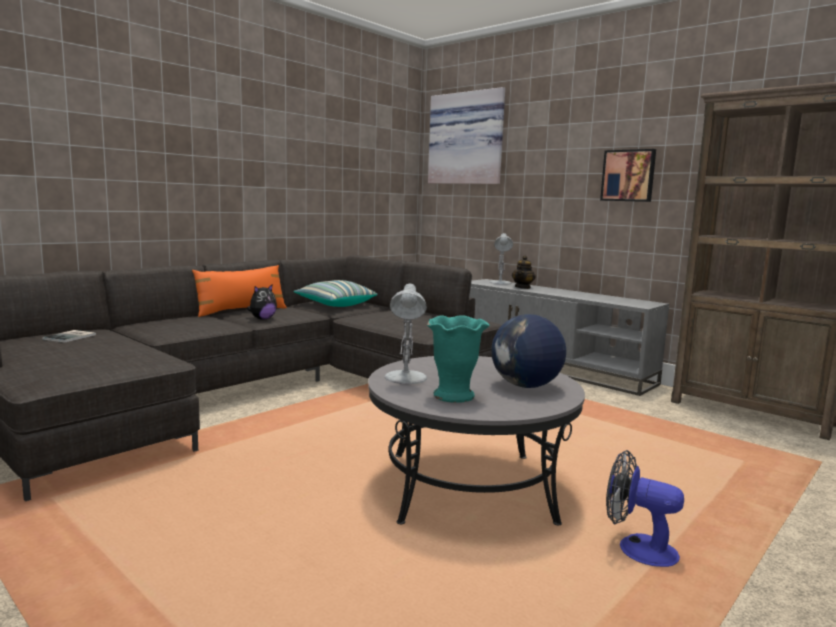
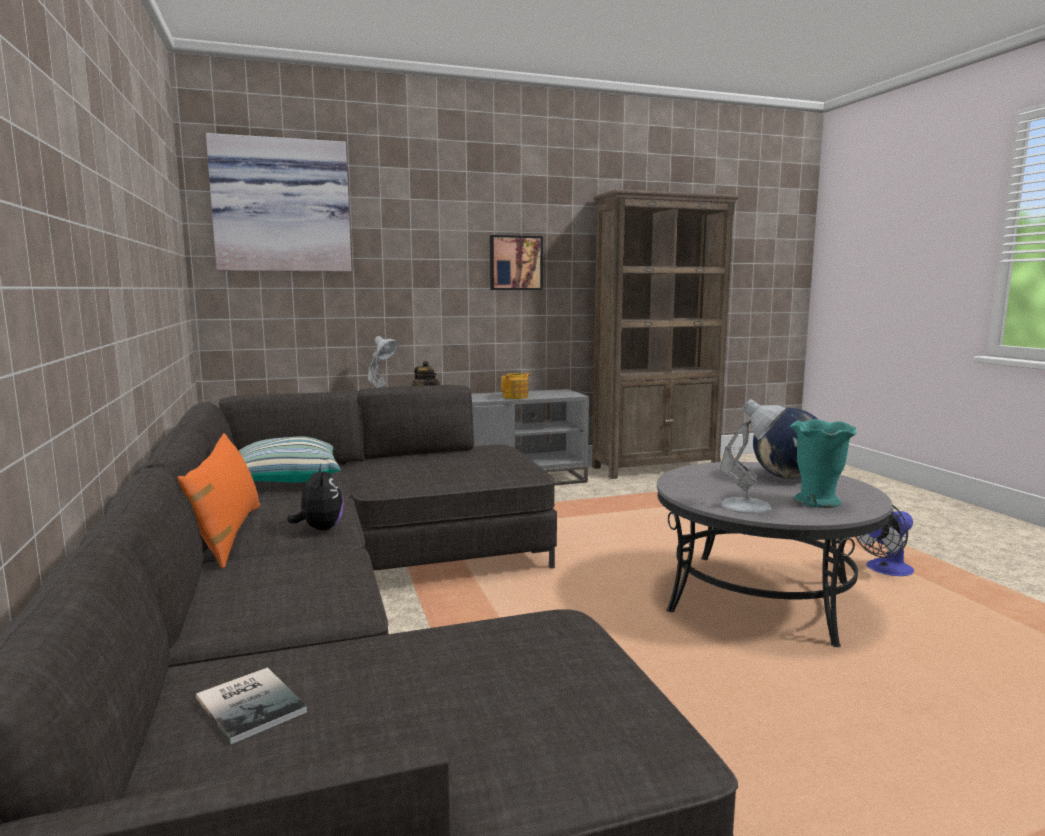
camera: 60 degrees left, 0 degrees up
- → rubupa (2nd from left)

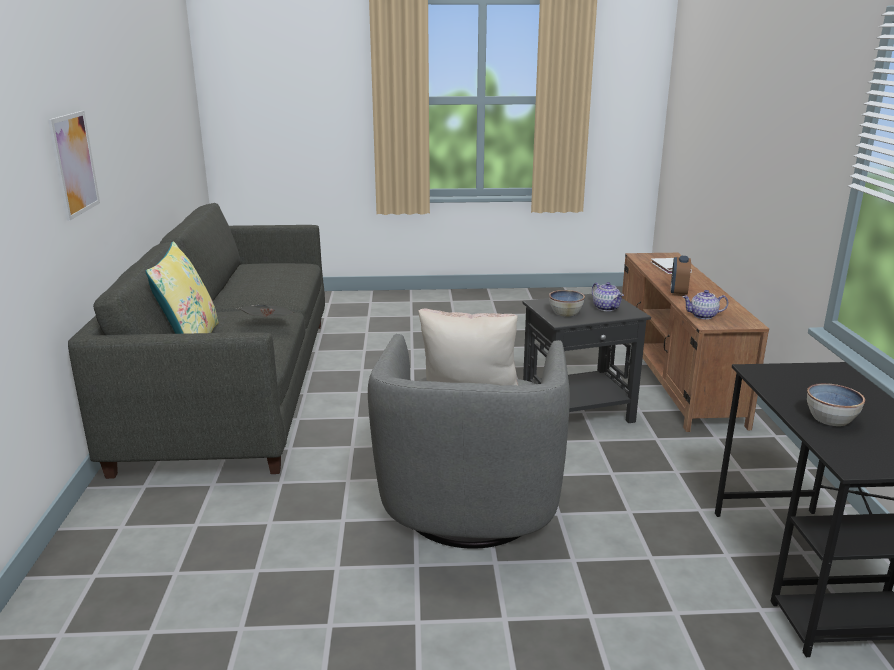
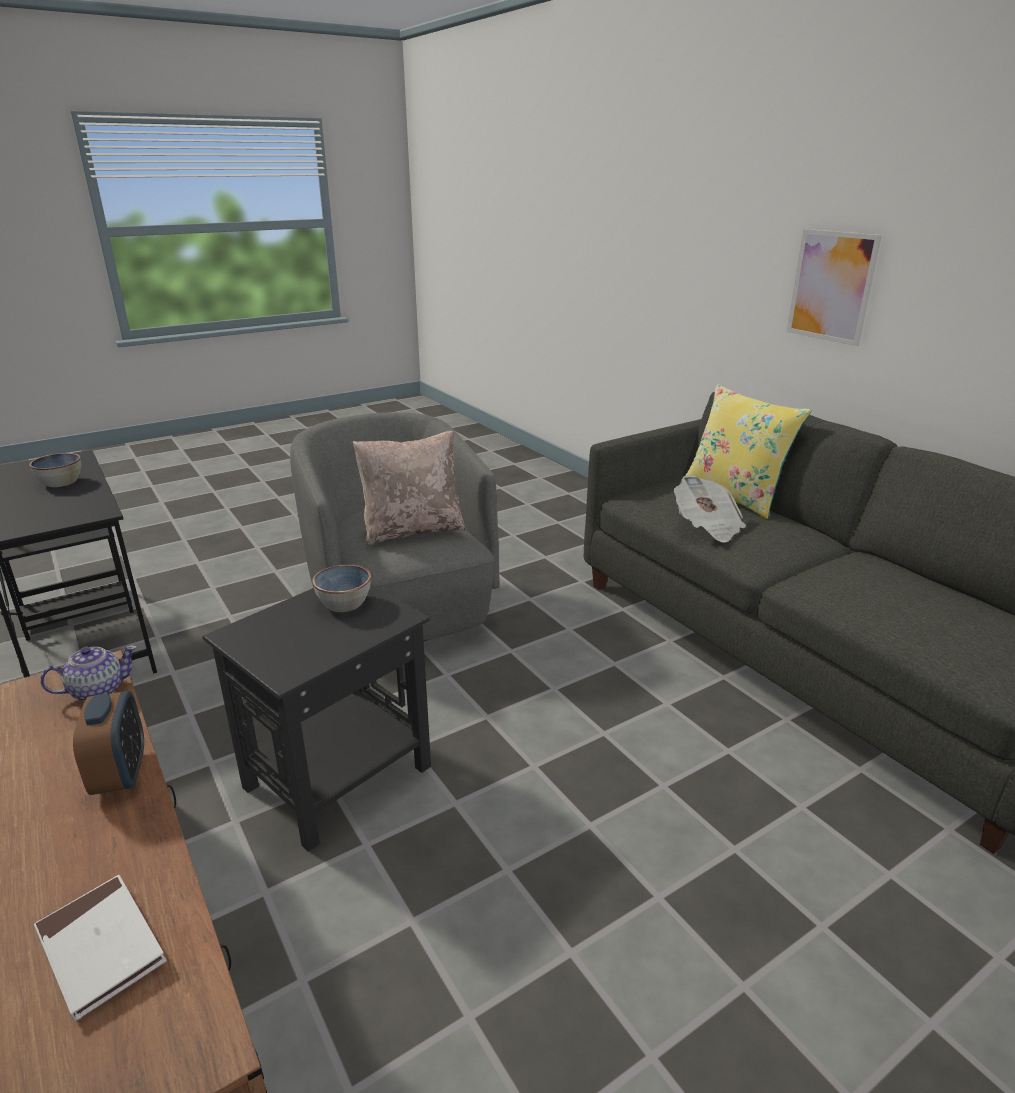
camera: 150 degrees right, 5 degrees up
rubupa (1st from left) → -

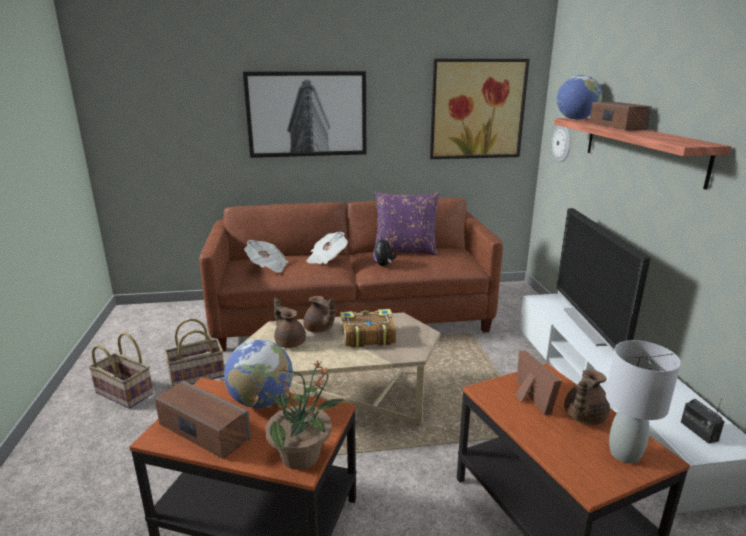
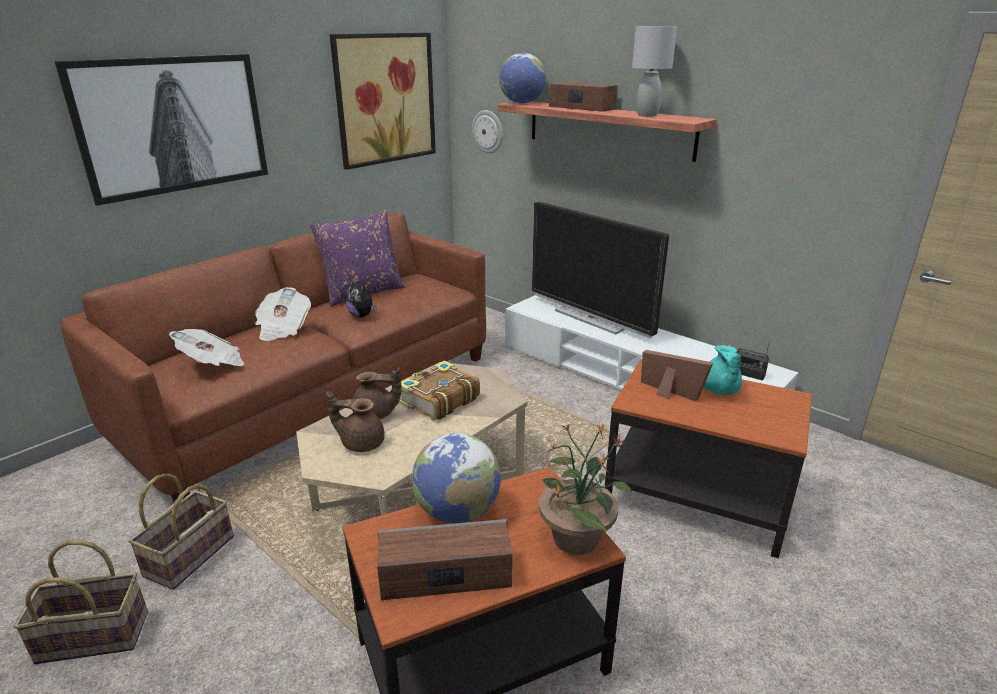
camera: 40 degrees left, 5 degrees up
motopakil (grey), move
rubupa (brown) (3rd from left) → rubupa (turquoise)

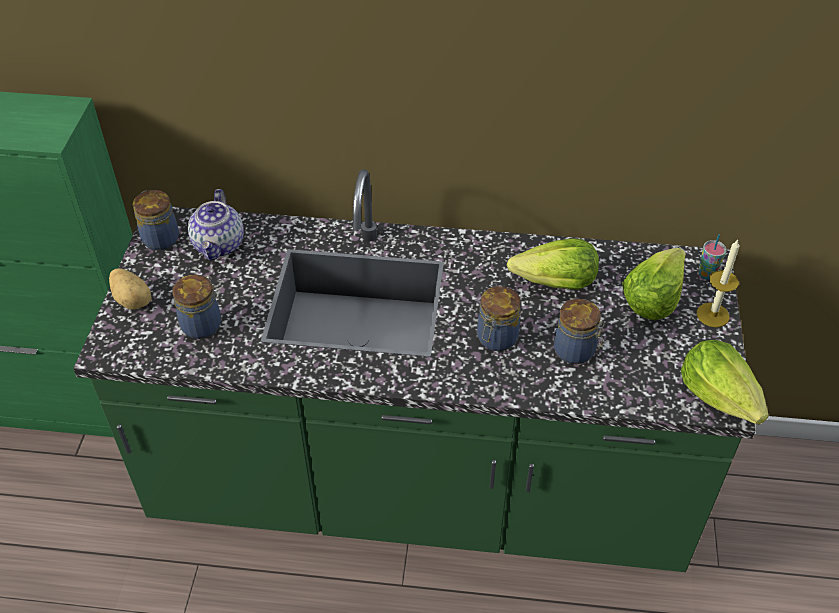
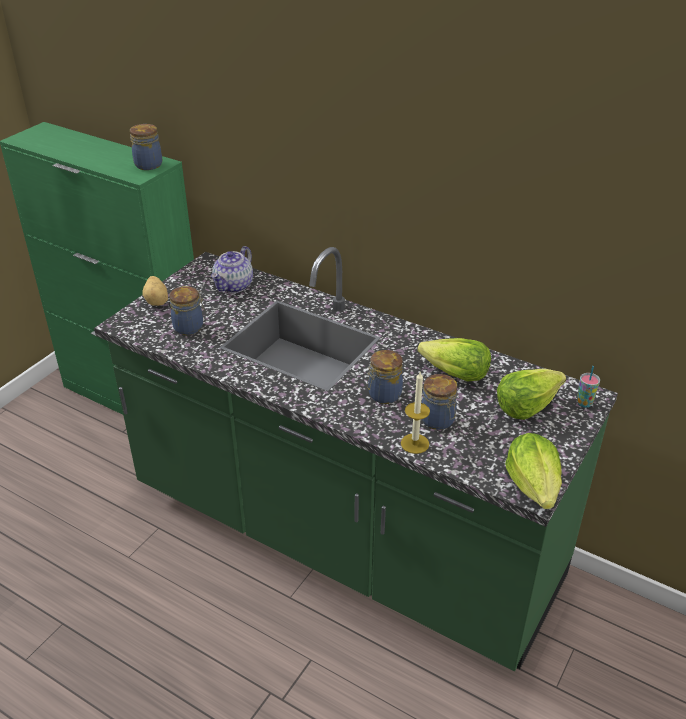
camera: 25 degrees right, 10 degrees down
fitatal (1st from left), move
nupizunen, move

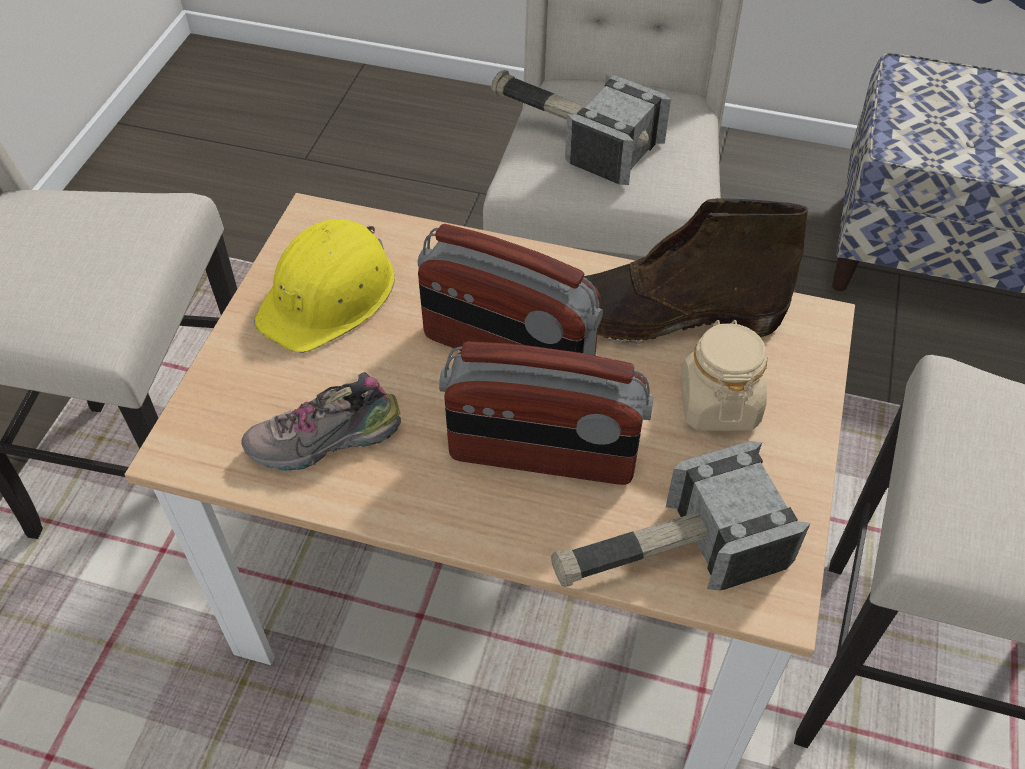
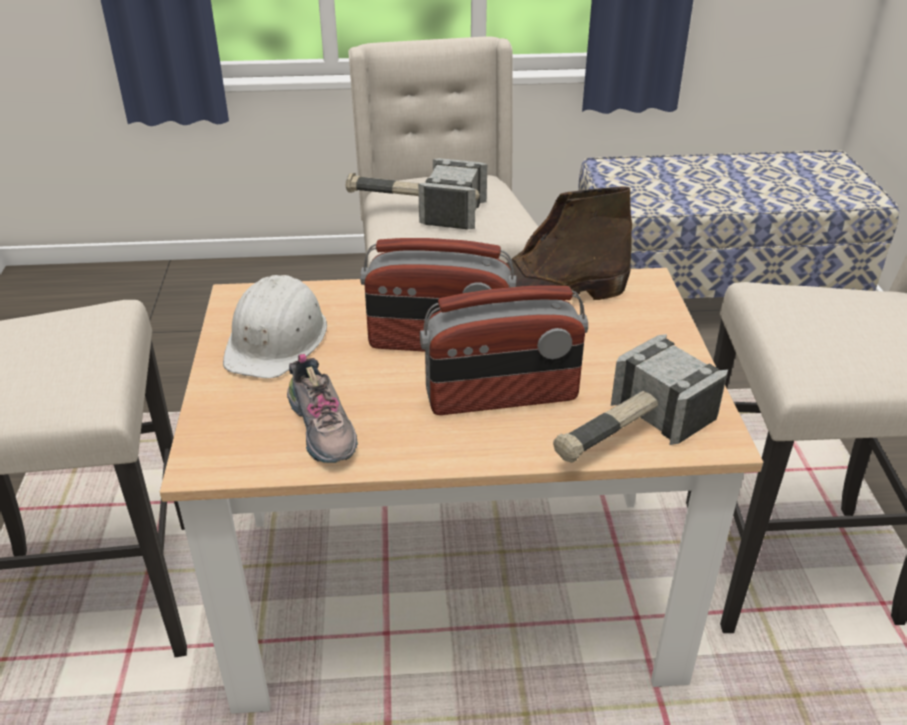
camera: 20 degrees left, 15 degrees down
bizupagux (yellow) → bizupagux (white)
fitatal (beige) → -
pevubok, 75 degrees counterclockwise

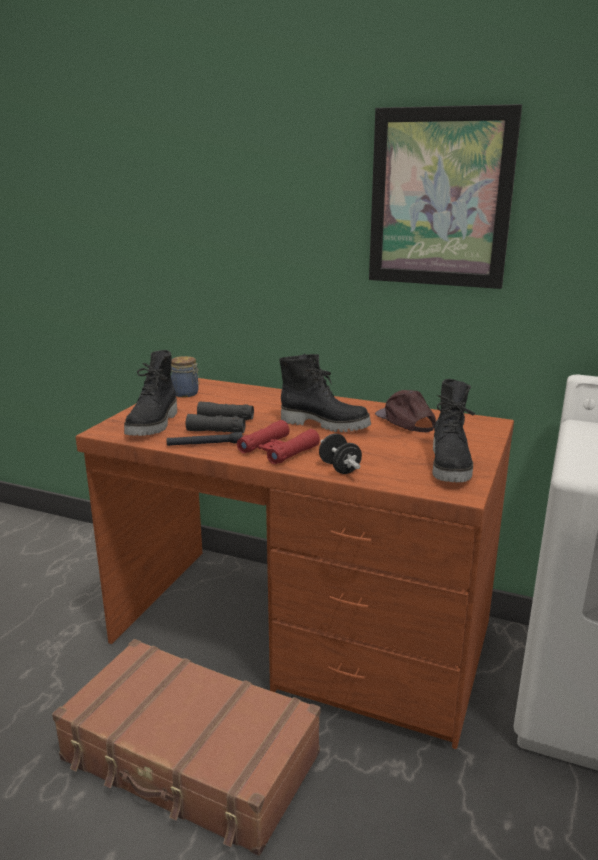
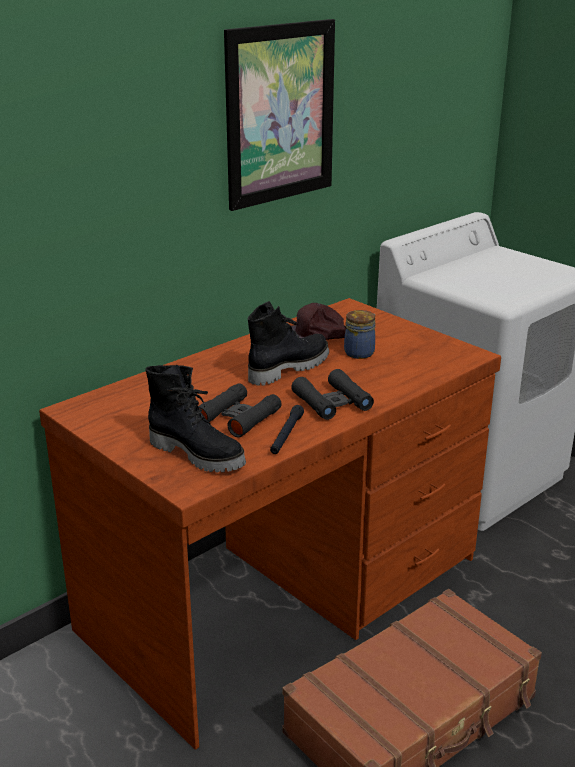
camera: 65 degrees left, 5 degrees up
fitatal, move
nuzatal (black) (3rd from left) → -
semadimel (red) → semadimel (black) (2nd from left)
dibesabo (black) → -

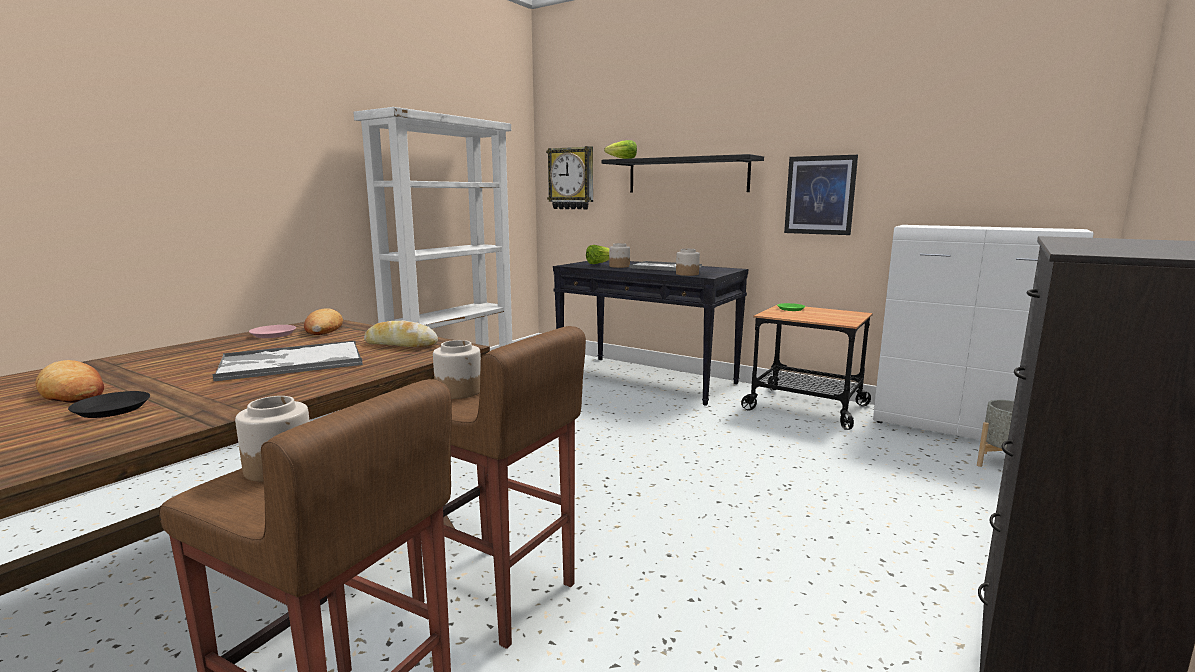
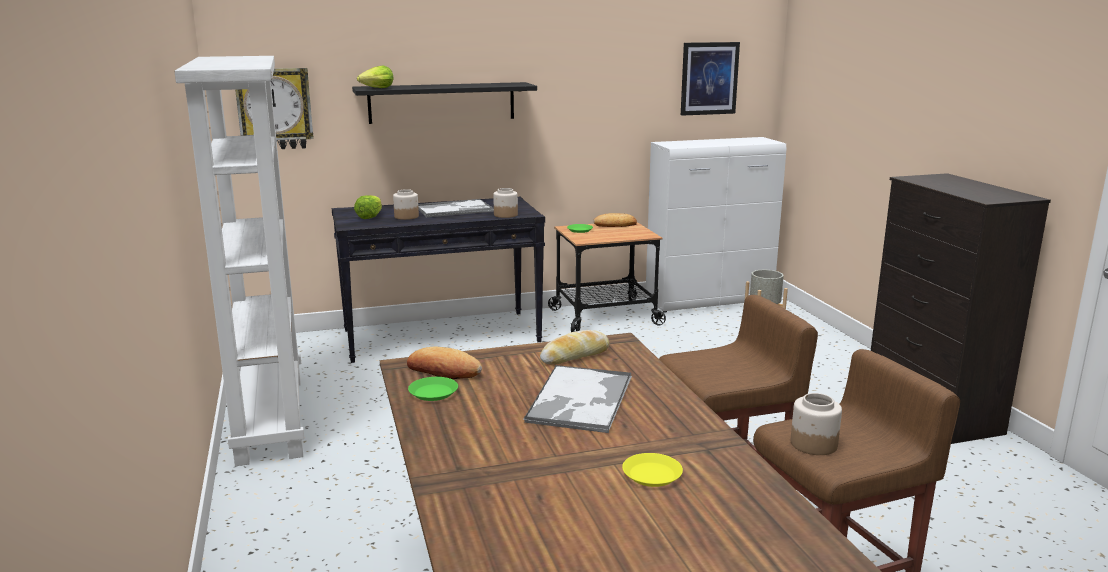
camera: 50 degrees left, 5 degrees up
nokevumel, move
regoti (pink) → regoti (green) (1st from left)
fitatal (2nd from left) → -
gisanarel (1st from left in the first image) → gisanarel (3rd from left), move
regoti (black) → regoti (yellow)

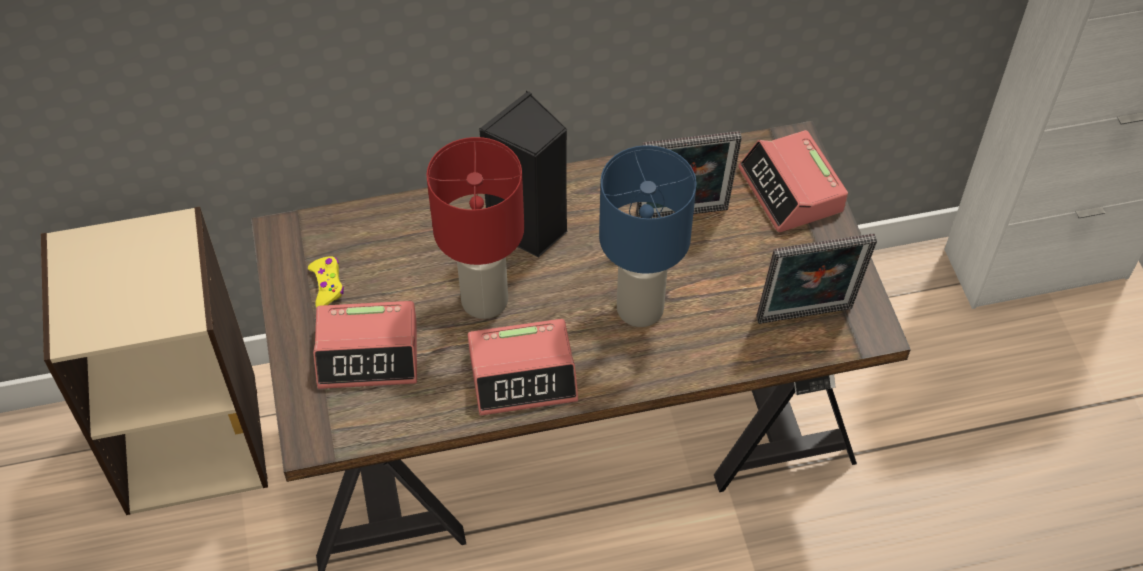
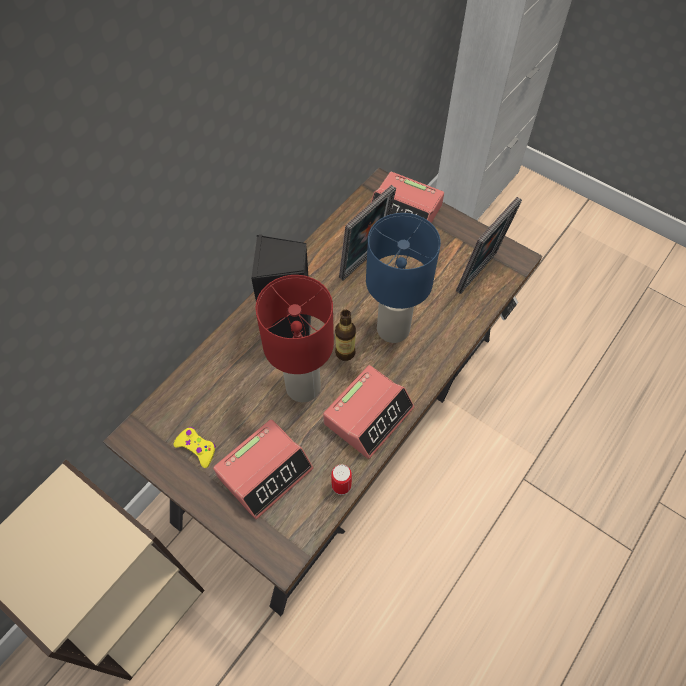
camera: 40 degrees left, 5 degrees up
- → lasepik
- → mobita

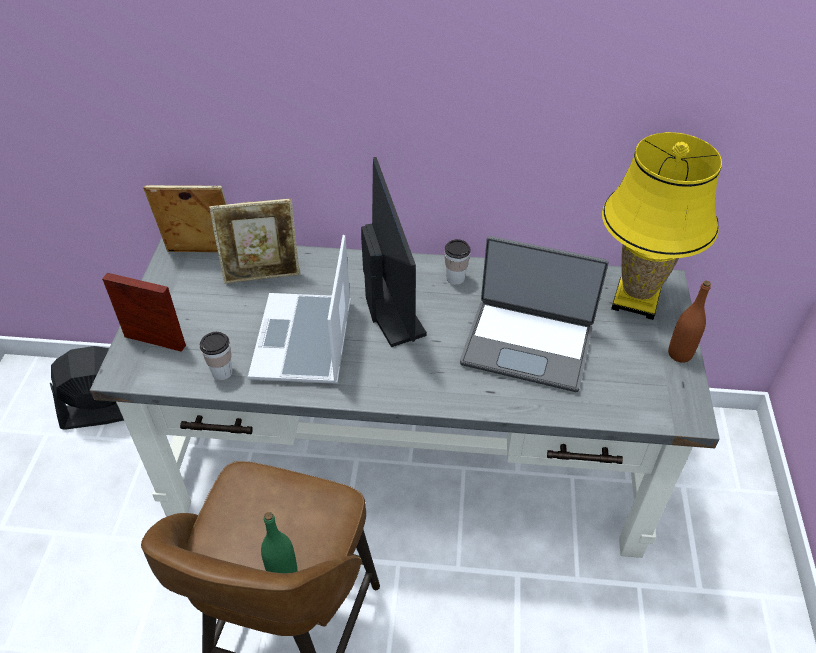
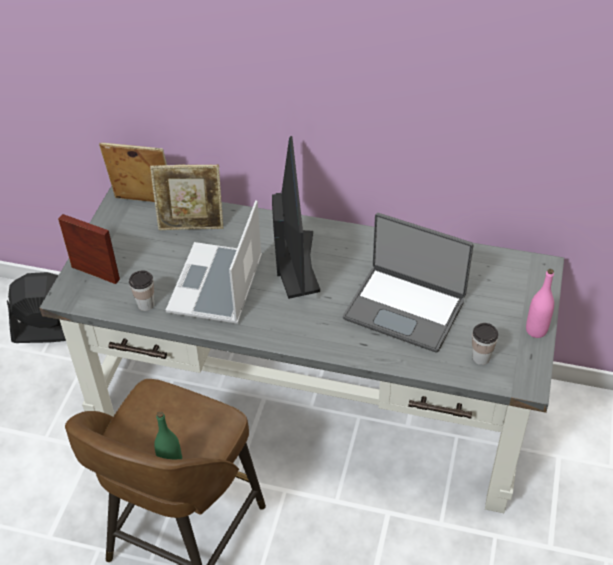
camera: 10 degrees right, 0 degrees up
motopakil (yellow) → -
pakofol (2nd from left), move
lasepik (brown) → lasepik (pink)

